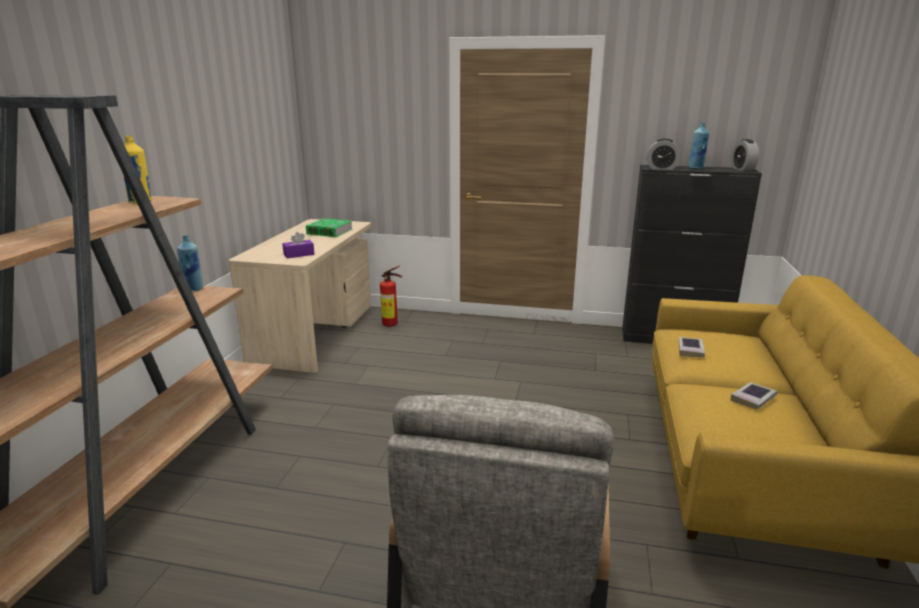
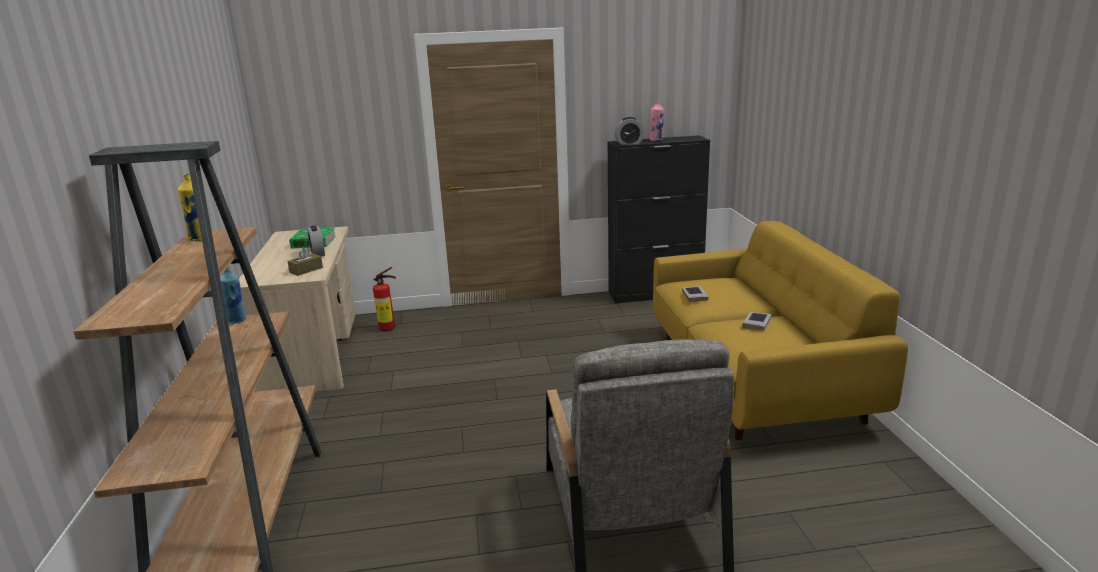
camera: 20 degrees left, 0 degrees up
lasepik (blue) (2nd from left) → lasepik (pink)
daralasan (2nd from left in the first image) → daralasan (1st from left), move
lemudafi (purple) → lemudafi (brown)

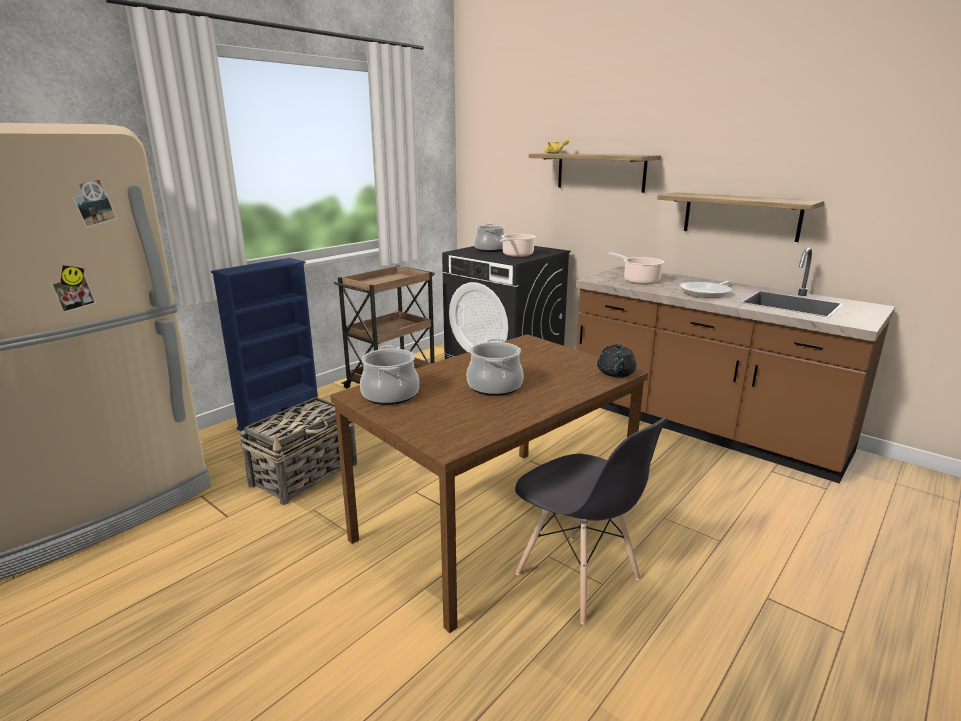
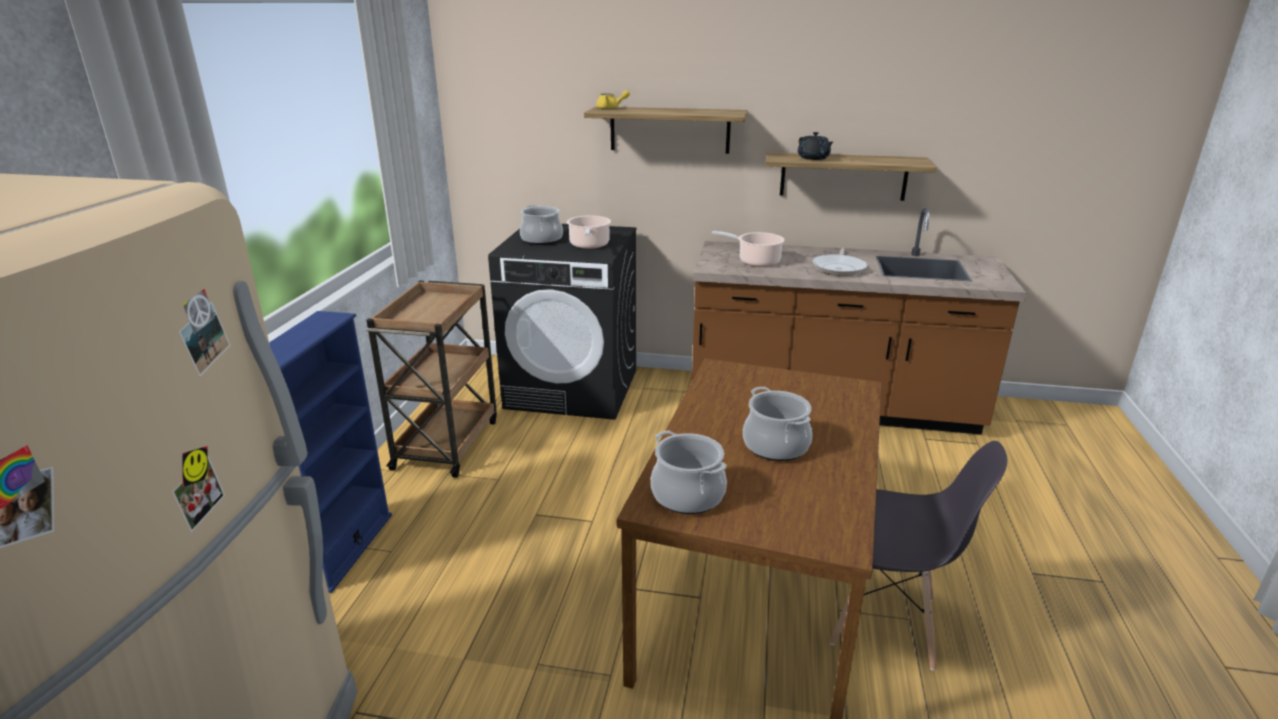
camera: 30 degrees left, 5 degrees up
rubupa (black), move
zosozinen → -

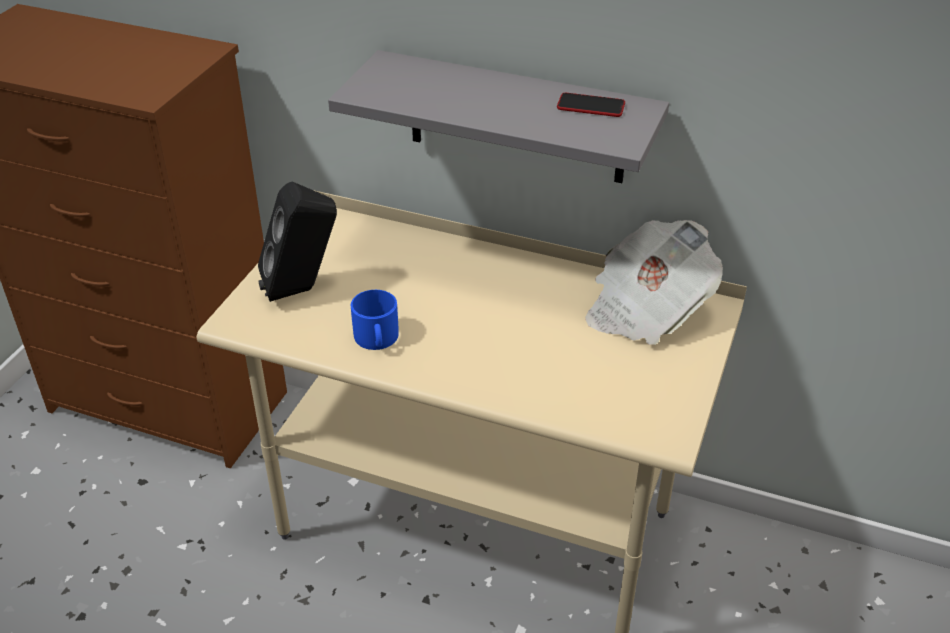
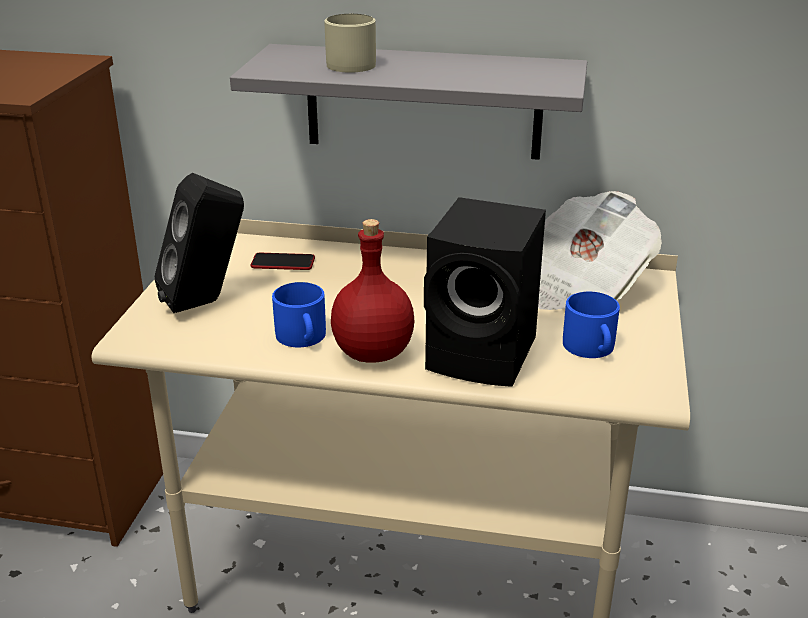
camera: 10 degrees left, 10 degrees down
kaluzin, move
- → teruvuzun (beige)
- → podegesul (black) (2nd from left)
- → lasepik (red)
- → teruvuzun (blue) (2nd from left)

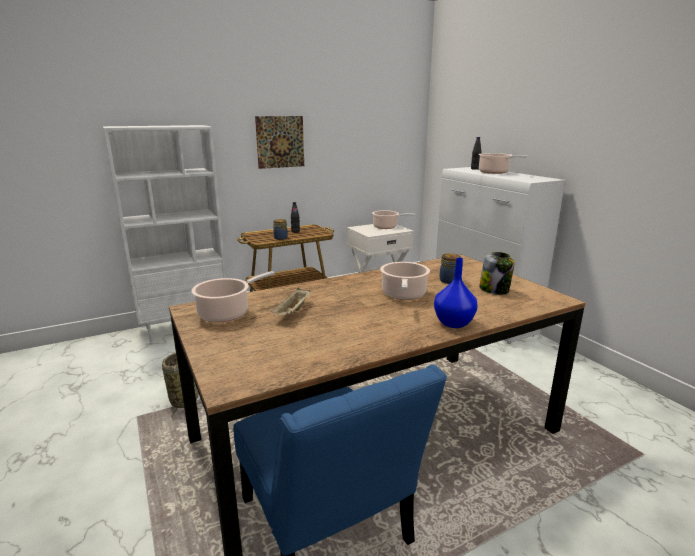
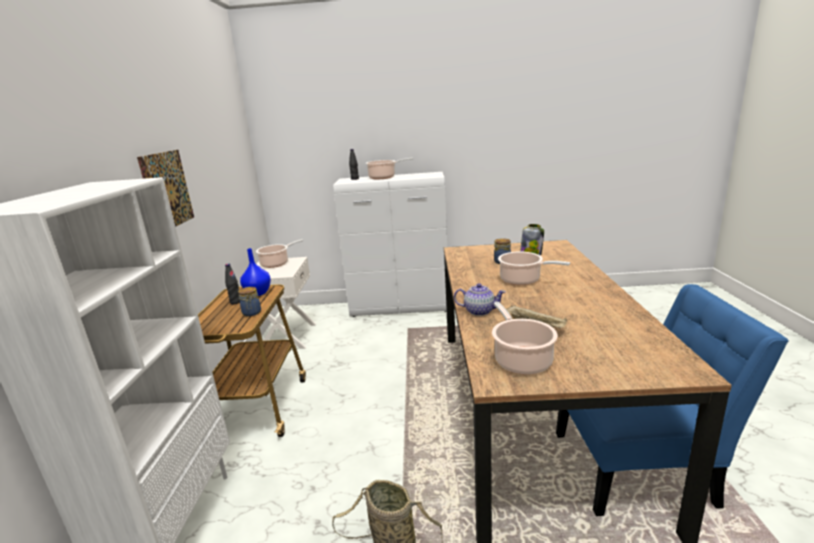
camera: 60 degrees left, 0 degrees up
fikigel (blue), move
- → rubupa

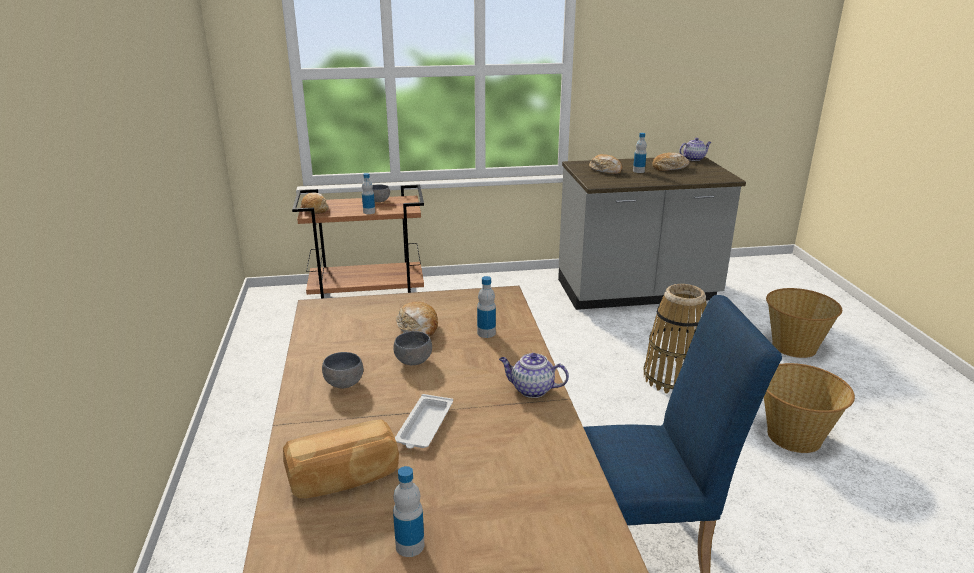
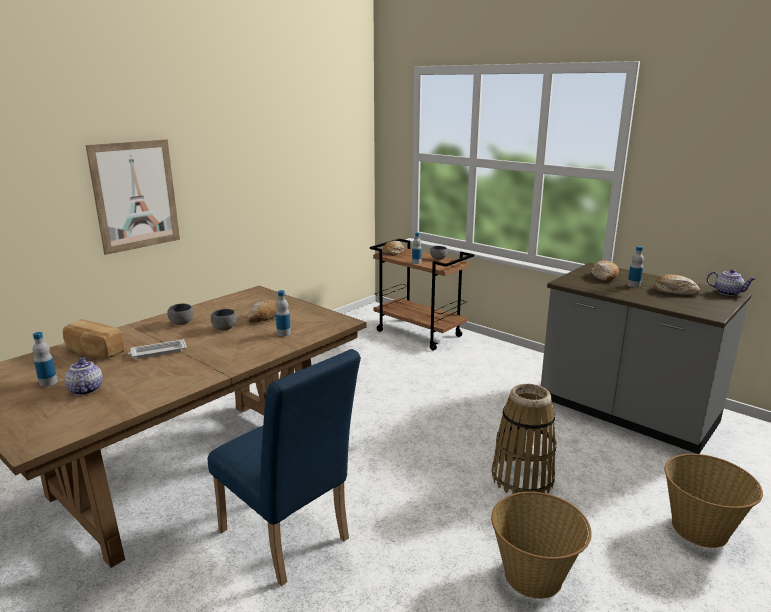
camera: 50 degrees right, 5 degrees down
rubupa (1st from left), move
- → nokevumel

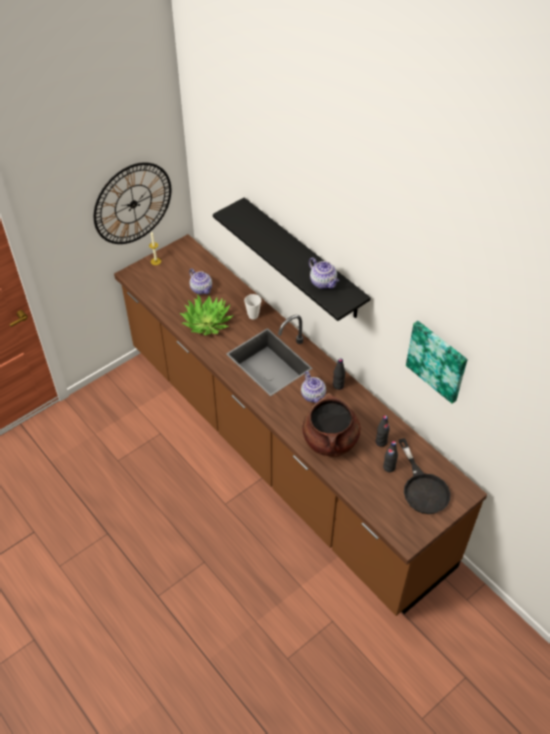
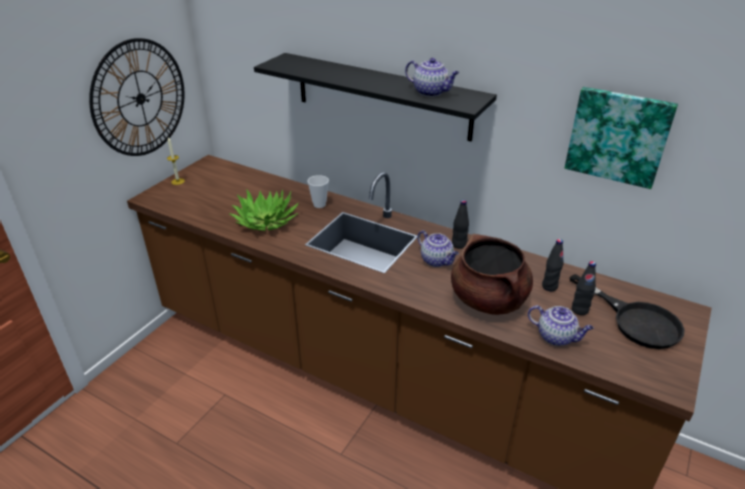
camera: 20 degrees left, 15 degrees down
rubupa (1st from left in the first image) → rubupa (3rd from left), move

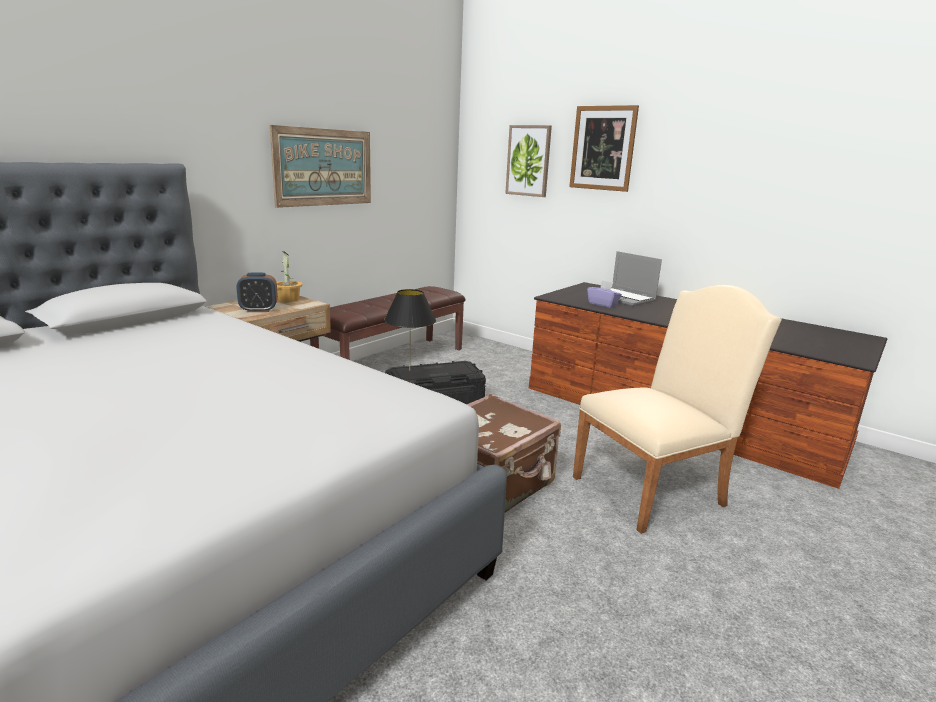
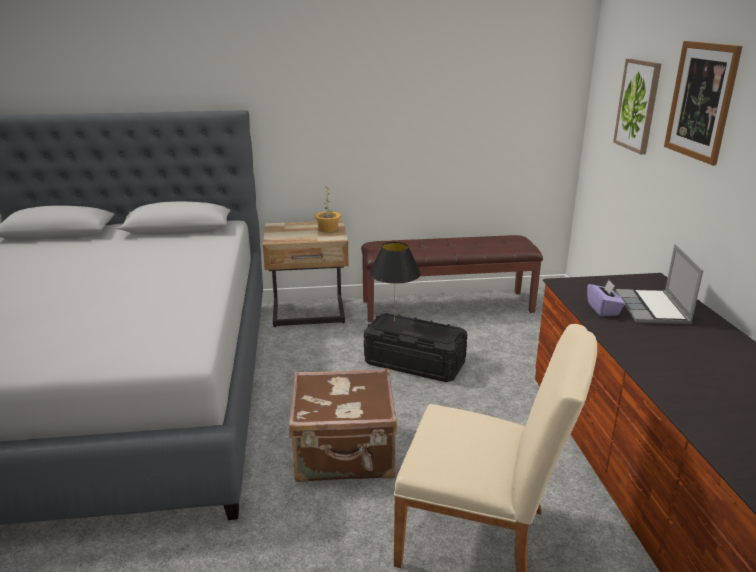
camera: 45 degrees right, 5 degrees up
nokevumel (1st from left) → -
daralasan → -

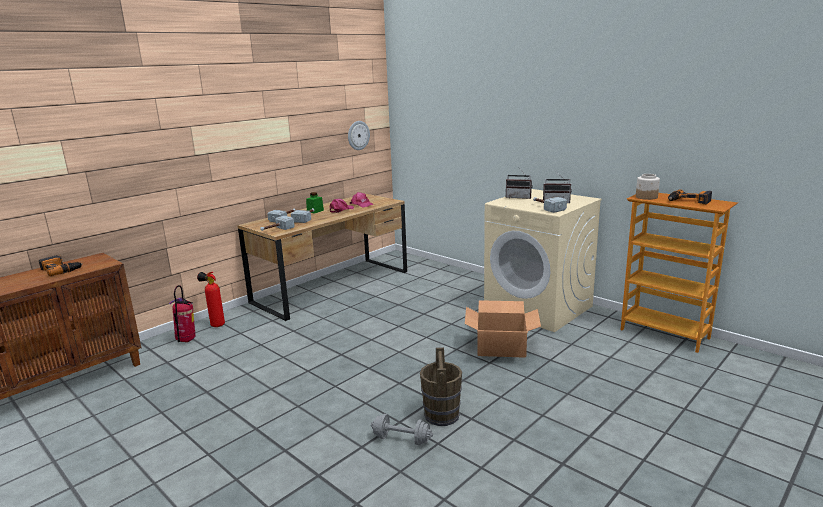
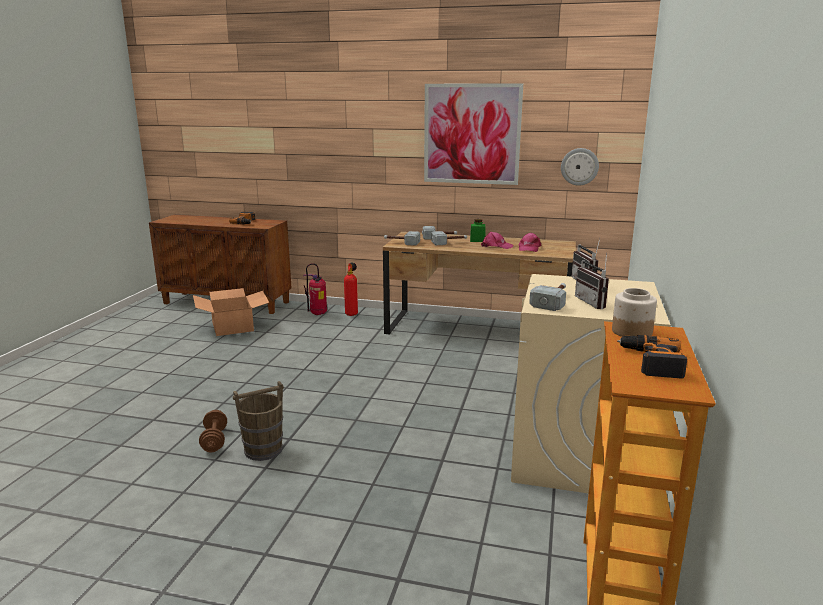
camera: 60 degrees right, 0 degrees up
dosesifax, move
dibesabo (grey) → dibesabo (brown)
- → nokevumel

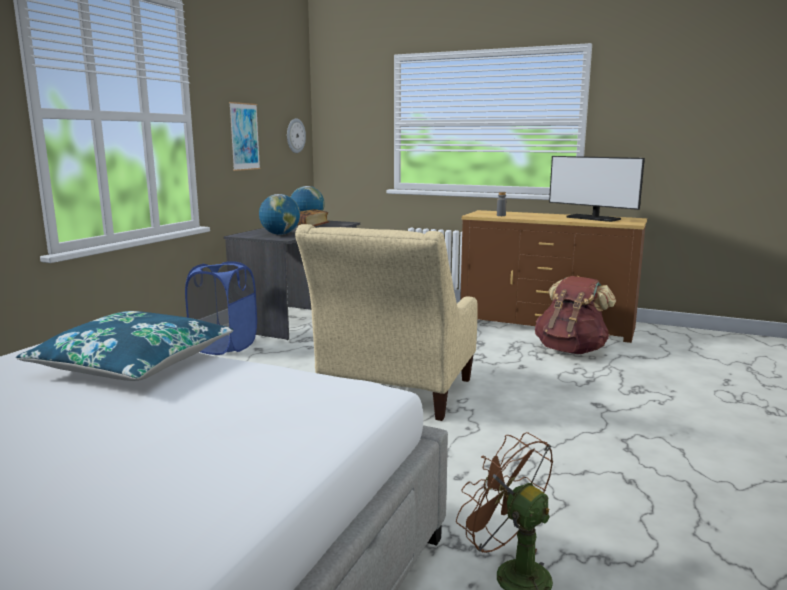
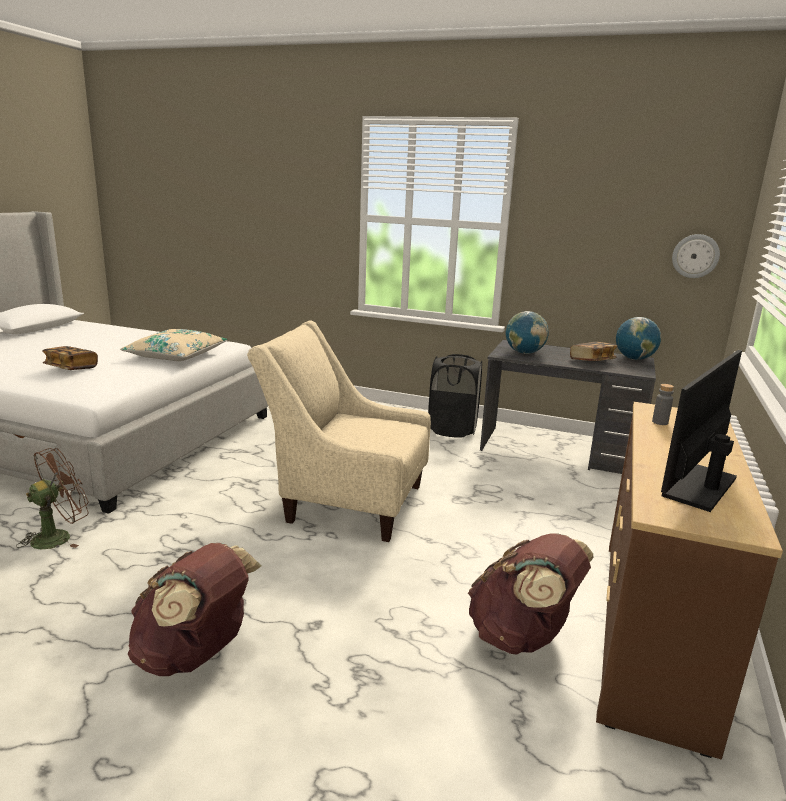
camera: 85 degrees right, 5 degrees up
nokevumel → -
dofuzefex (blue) → dofuzefex (black)
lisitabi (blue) → lisitabi (beige)
- → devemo (1st from left)
- → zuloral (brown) (1st from left)

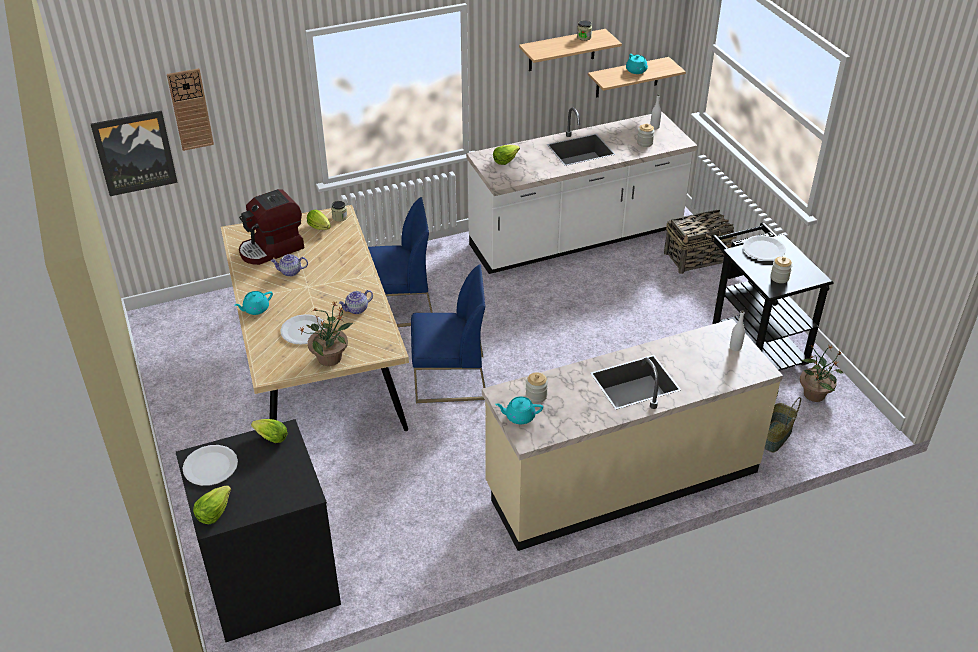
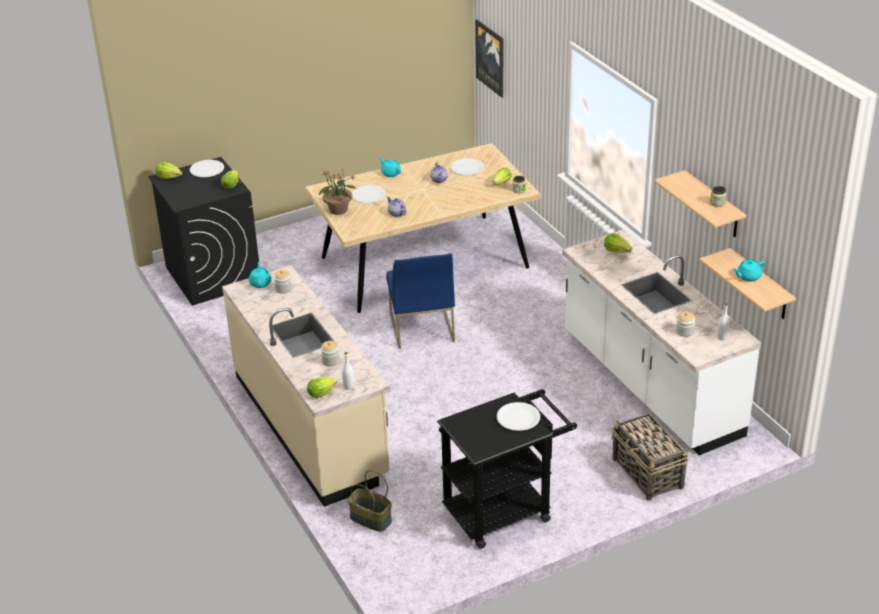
camera: 85 degrees right, 5 degrees down
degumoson → -
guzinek → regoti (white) (3rd from left)
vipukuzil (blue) (1st from left) → -
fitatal (5th from left in the first image) → fitatal (2nd from left), move
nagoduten (2nd from left) → -
- → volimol (3rd from left)

